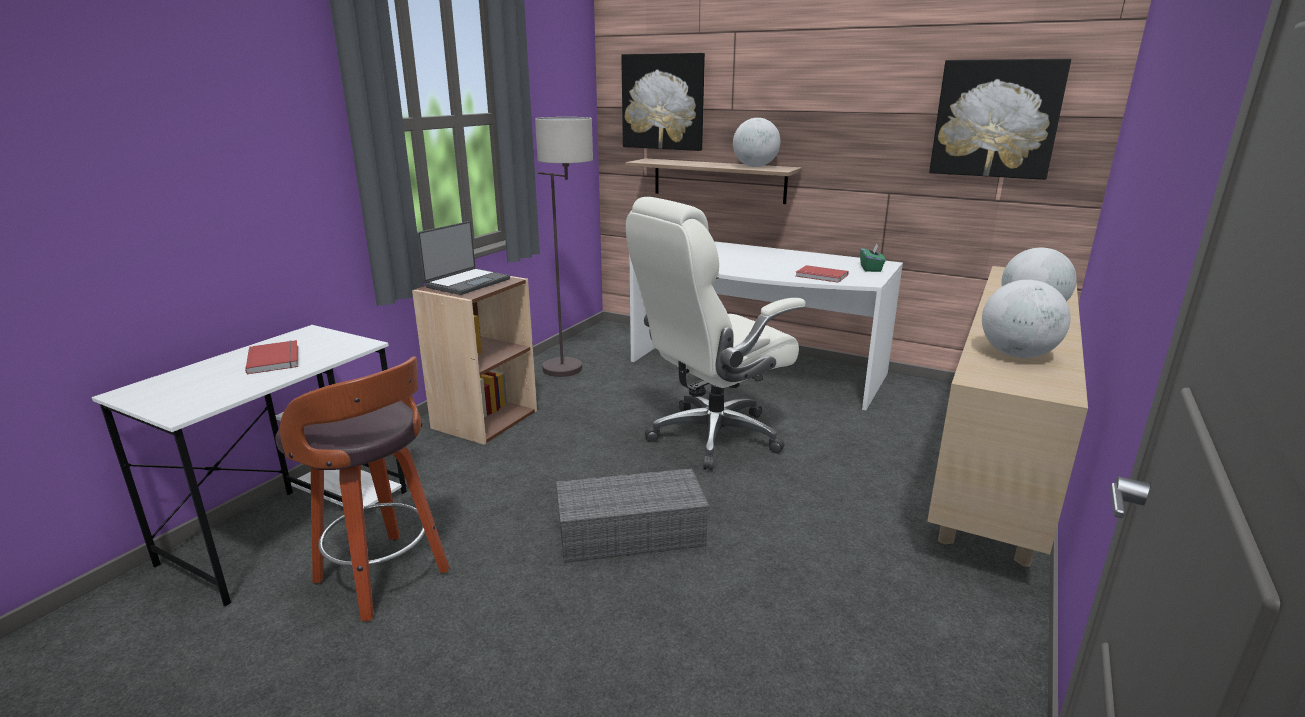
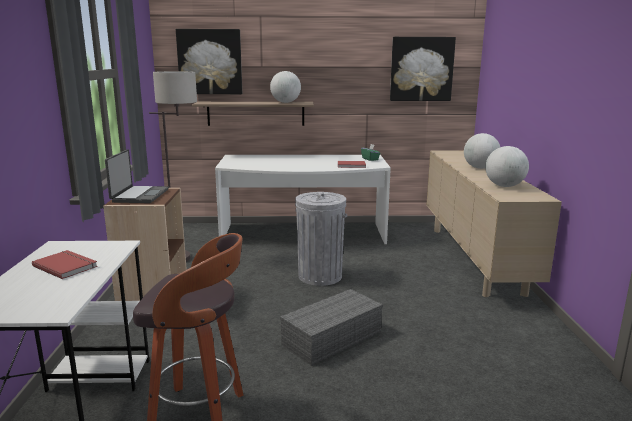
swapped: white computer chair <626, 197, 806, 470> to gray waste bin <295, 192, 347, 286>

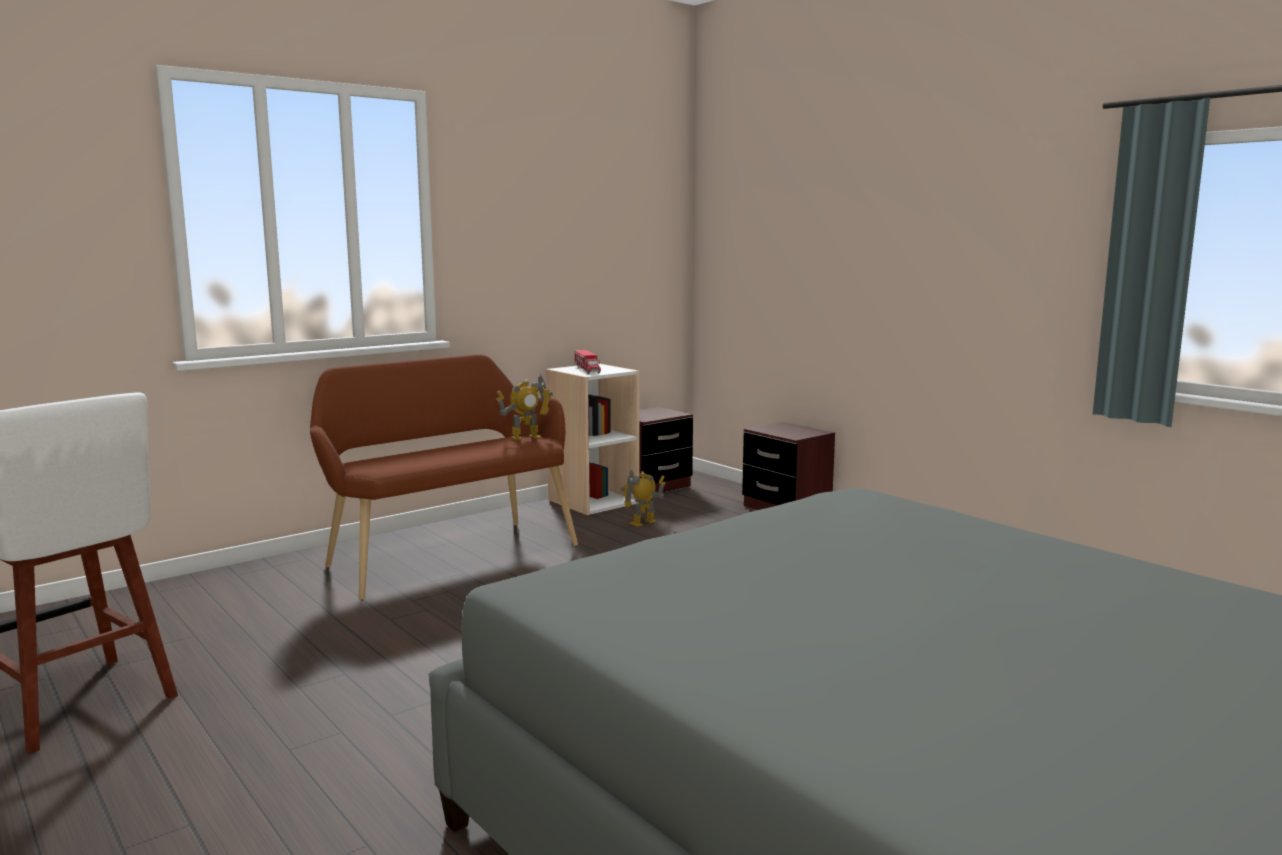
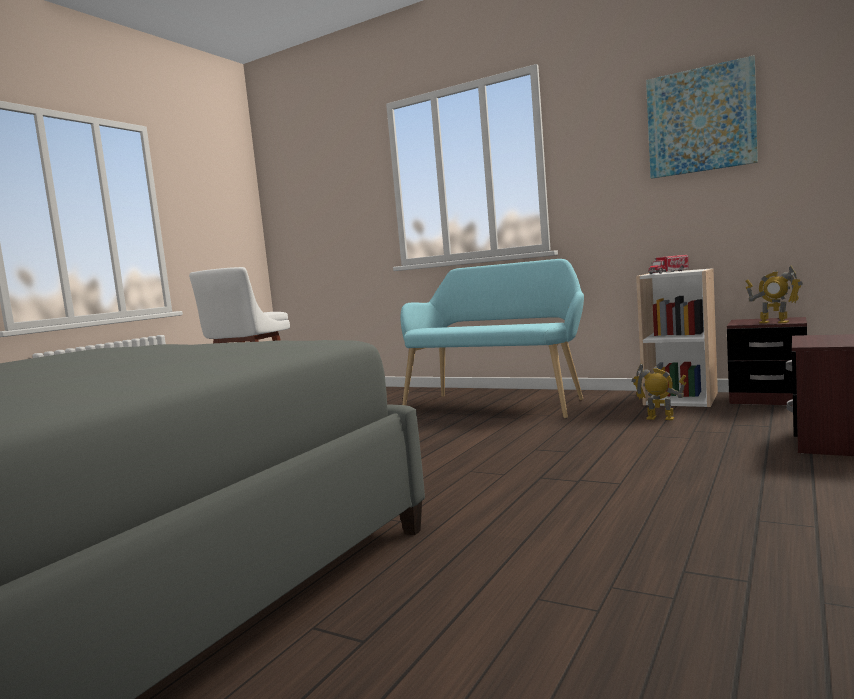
new: wall art <646, 55, 758, 179>
shifted: robot figure <496, 374, 553, 440> to <745, 266, 803, 323>
repainted: brown bench <310, 354, 578, 600> to turquoise-coloured bench <401, 259, 584, 419>

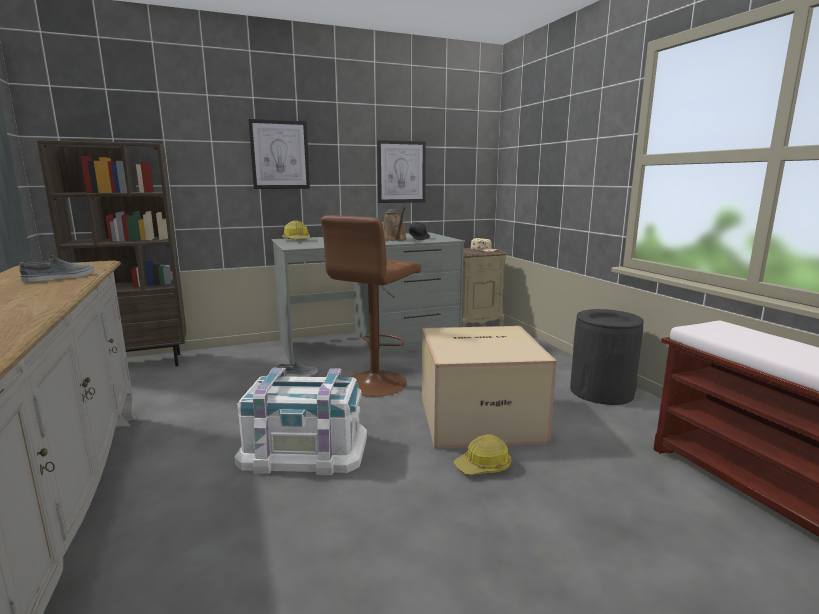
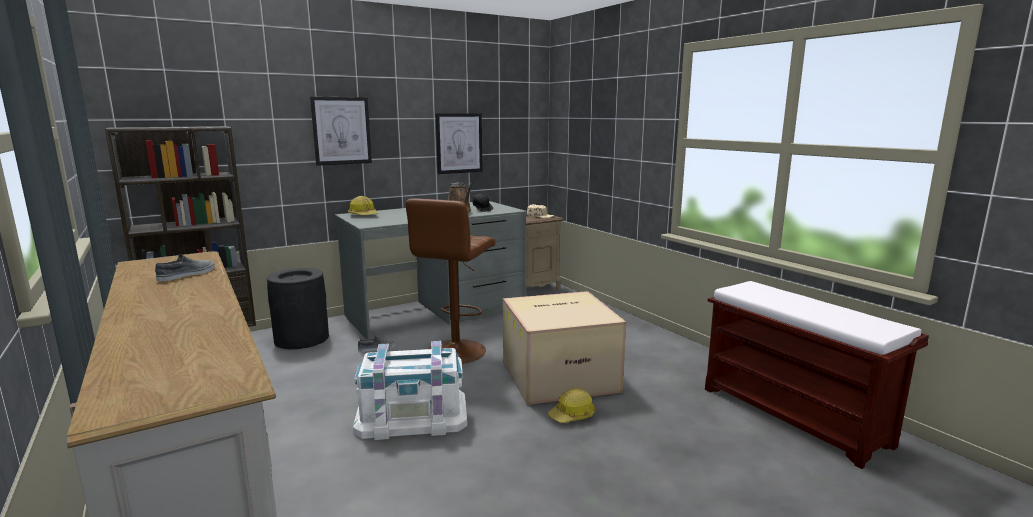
shifted: black waste bin <570, 309, 644, 405> to <267, 268, 329, 349>

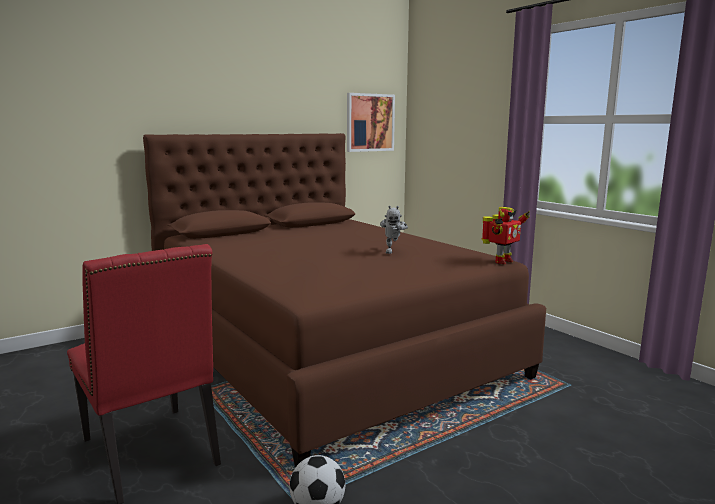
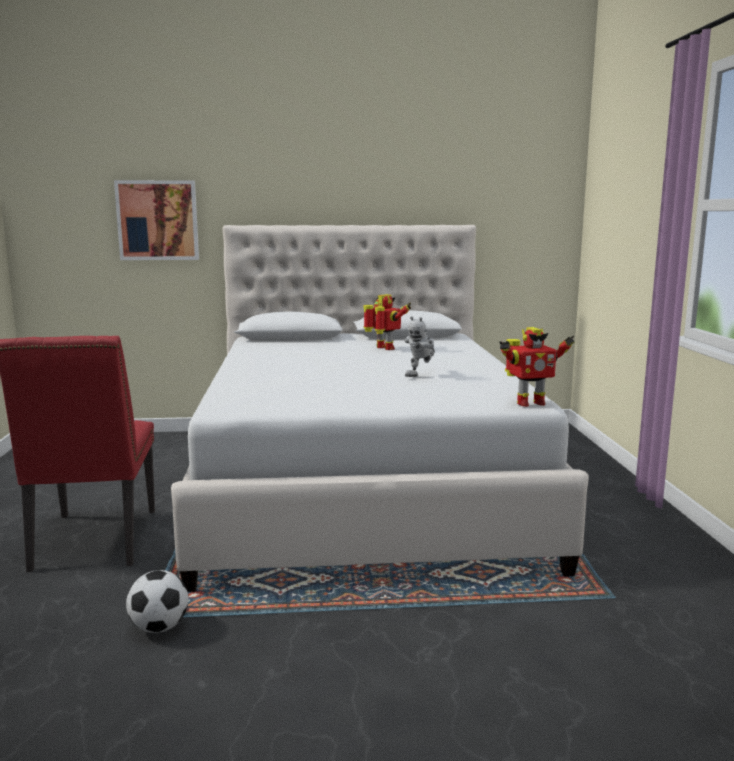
new: robot figure <363, 294, 411, 350>
shifted: wall art <347, 93, 395, 152> to <114, 180, 199, 260>
repainted: brown bed <143, 133, 546, 467> to white bed <171, 225, 589, 592>

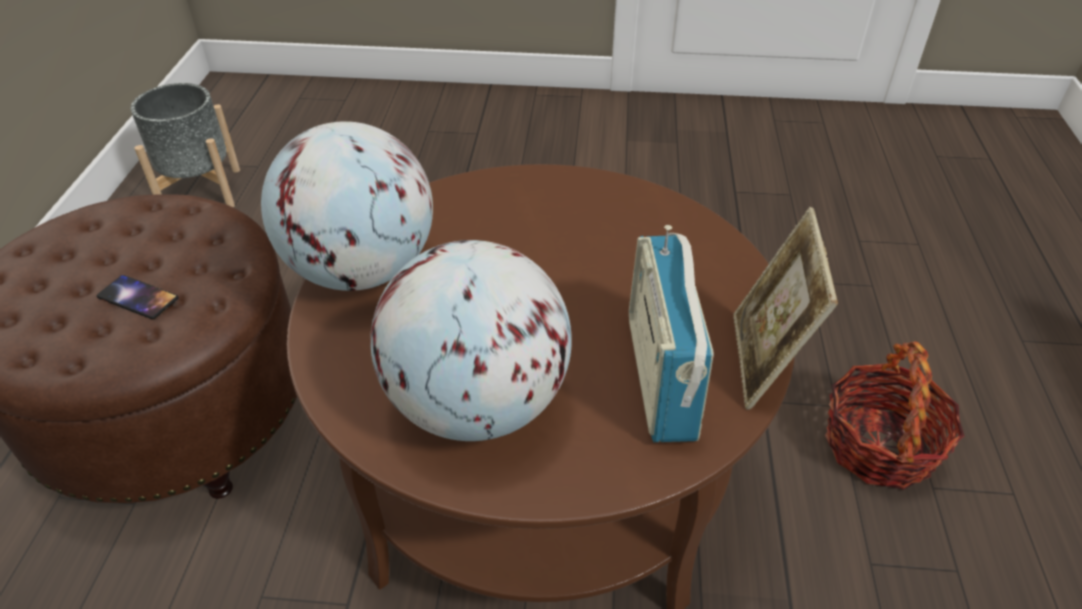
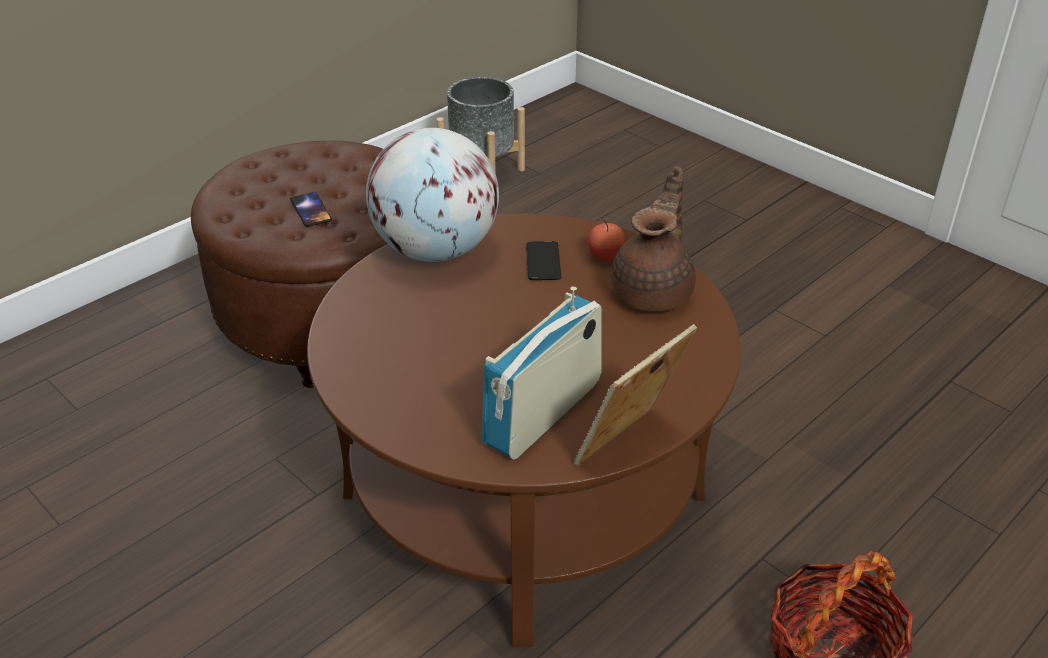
gone: world globe <370, 240, 572, 441>
new: telephone <526, 241, 561, 280>; whole apple <588, 220, 626, 261>; brown tea pot <611, 166, 696, 311>

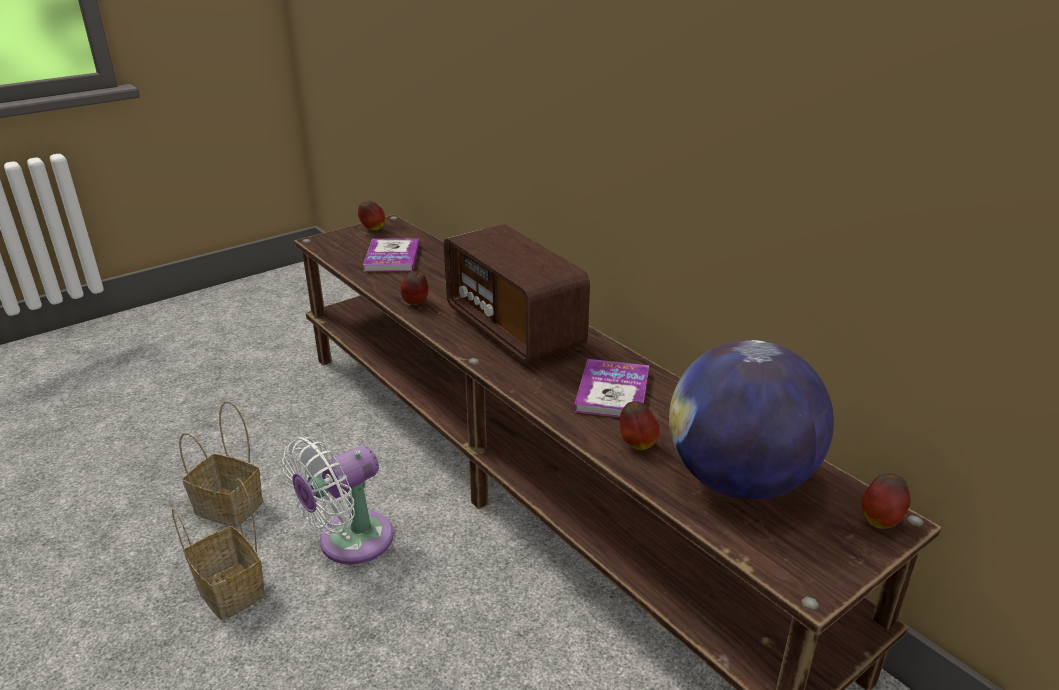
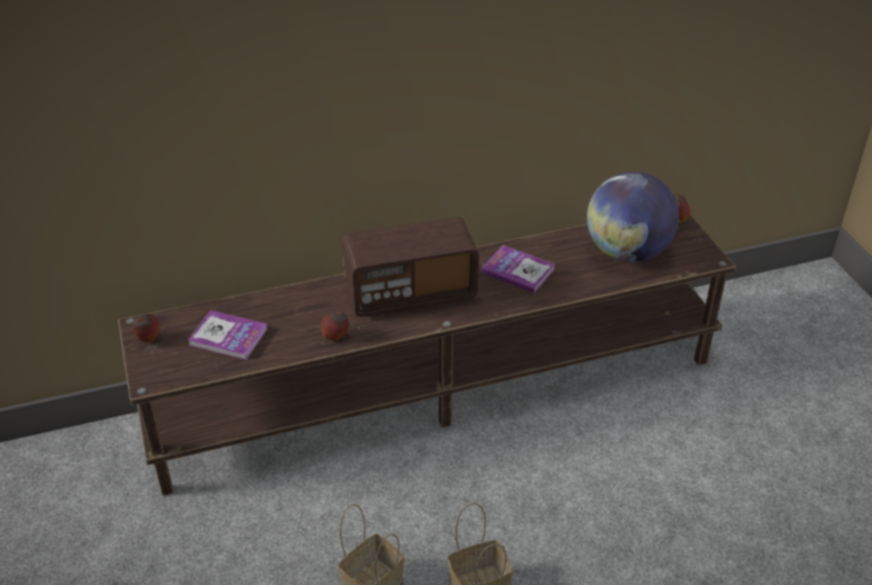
gone: white electric fan <282, 437, 394, 565>; whole apple <620, 401, 659, 450>

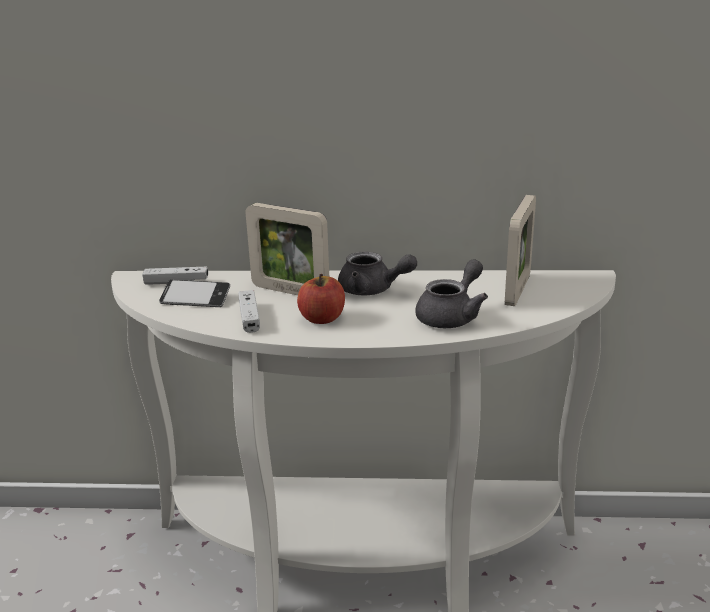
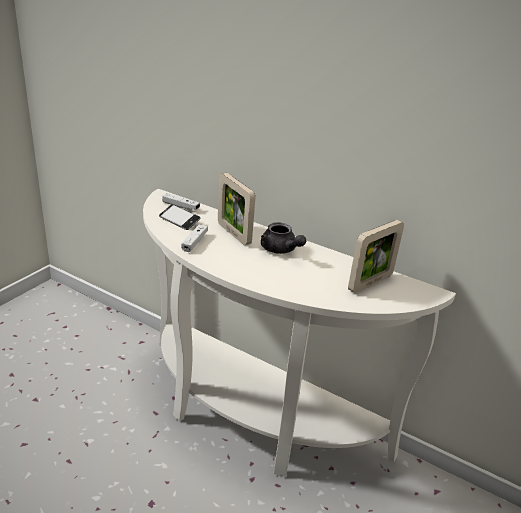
gone: whole apple <297, 274, 345, 324>; gray tea pot <415, 260, 488, 328>

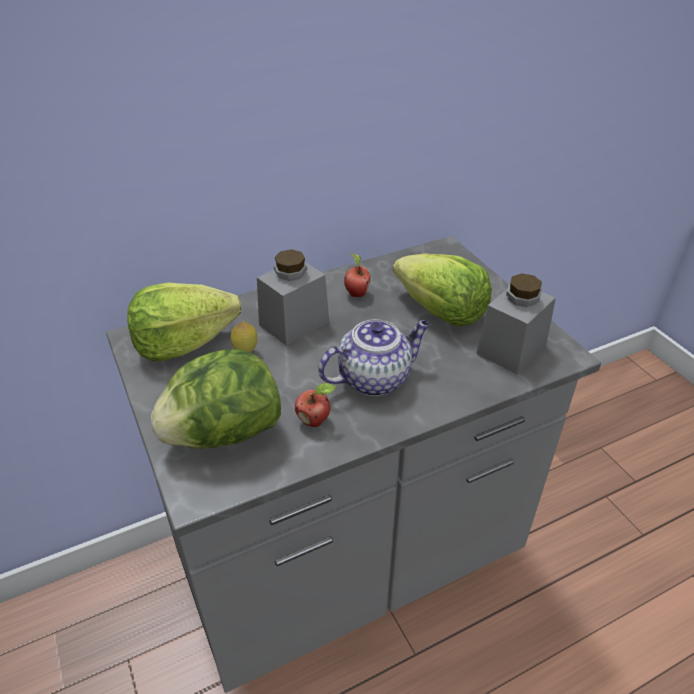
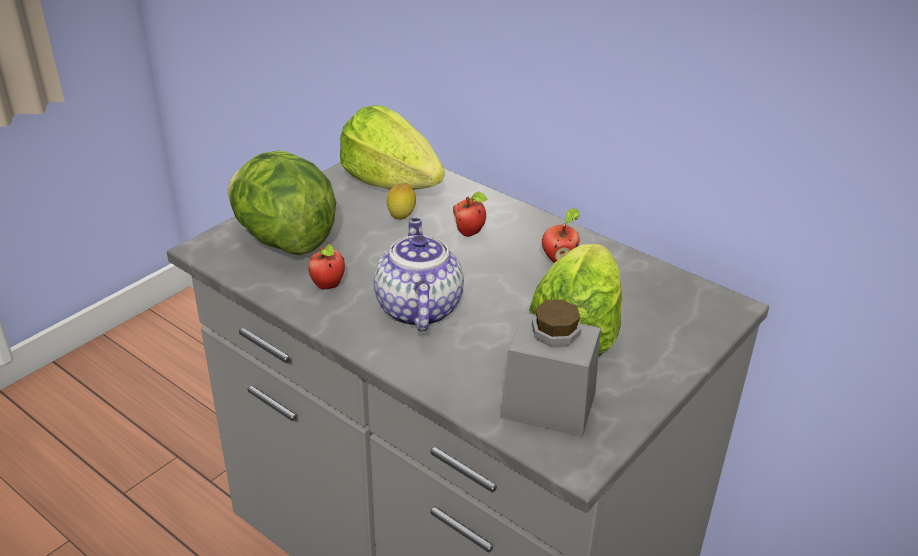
swapped: gray storage jar <257, 249, 329, 346> to whole apple <453, 192, 488, 237>
rotated: tea pot <318, 319, 430, 396> = <374, 218, 464, 331> 135 degrees counterclockwise

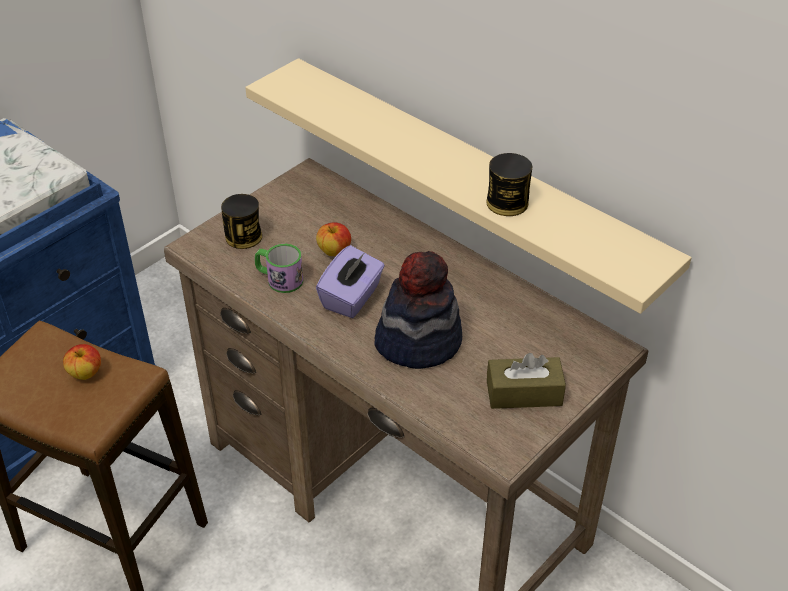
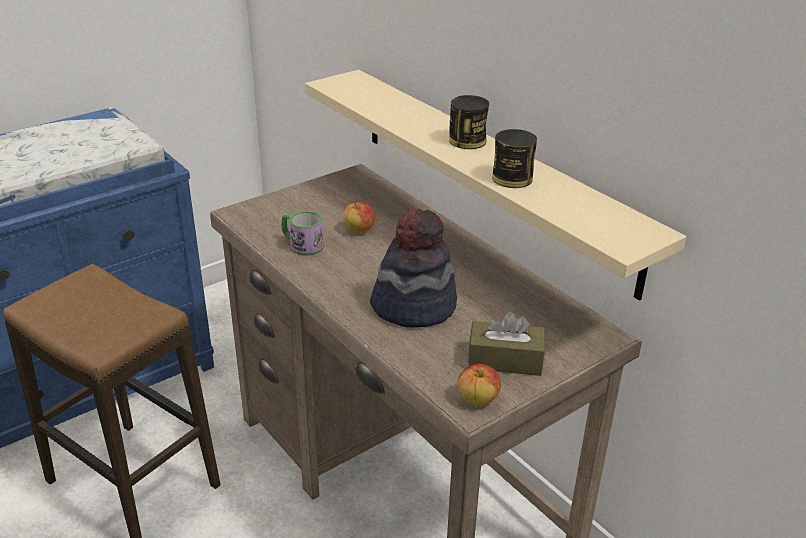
gone: purple-coloured tissue box <316, 245, 385, 318>
shifted: can <221, 194, 262, 249> to <449, 95, 489, 149>; whole apple <63, 344, 101, 380> to <458, 364, 501, 406>

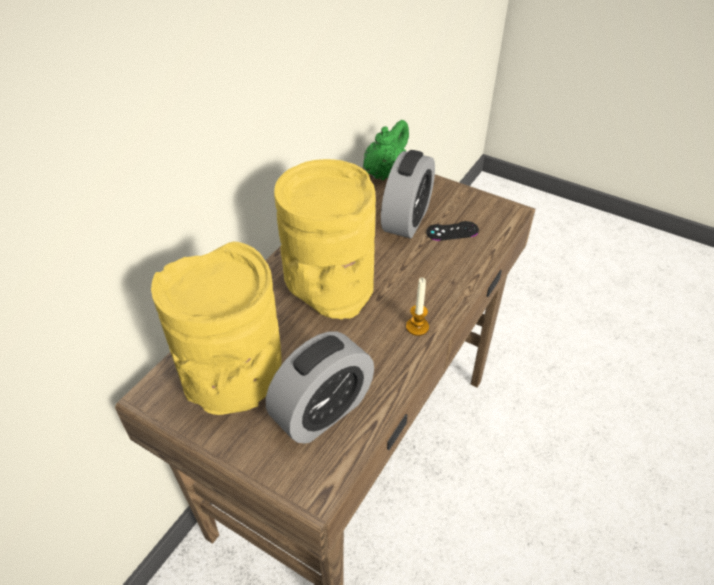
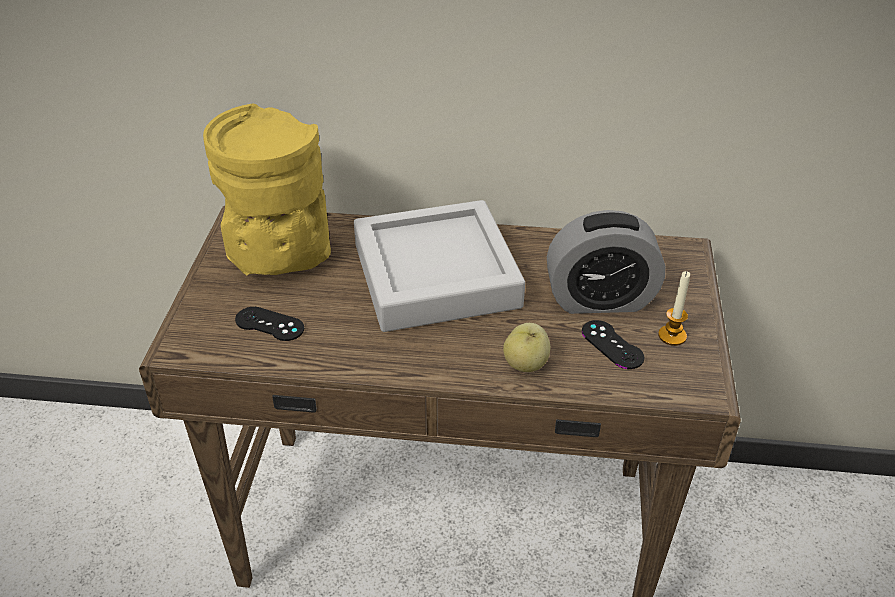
gone: greenish tea pot <363, 120, 409, 180>
new: whole apple <503, 323, 551, 372>
shifted: wax light <406, 278, 429, 336> to <658, 271, 690, 346>
swapped: alarm clock <266, 331, 374, 444> to black gamepad <235, 307, 304, 341>; yellow decorative vase <274, 159, 376, 320> to gray serving tray <354, 200, 525, 332>

